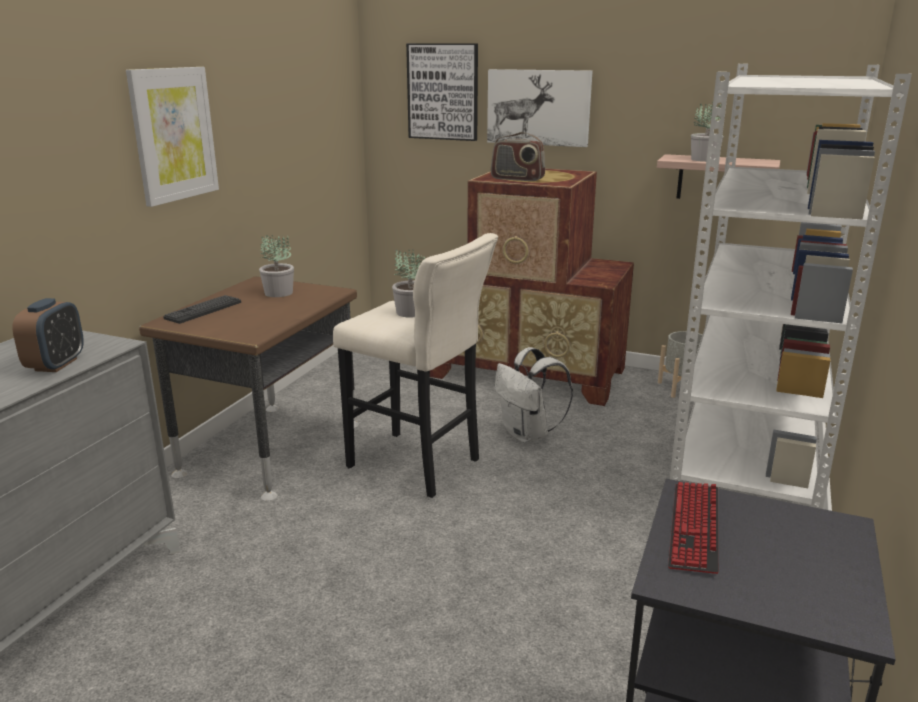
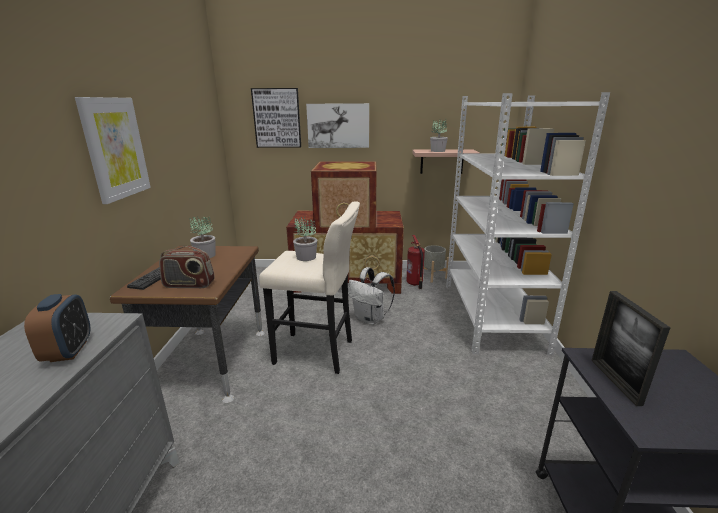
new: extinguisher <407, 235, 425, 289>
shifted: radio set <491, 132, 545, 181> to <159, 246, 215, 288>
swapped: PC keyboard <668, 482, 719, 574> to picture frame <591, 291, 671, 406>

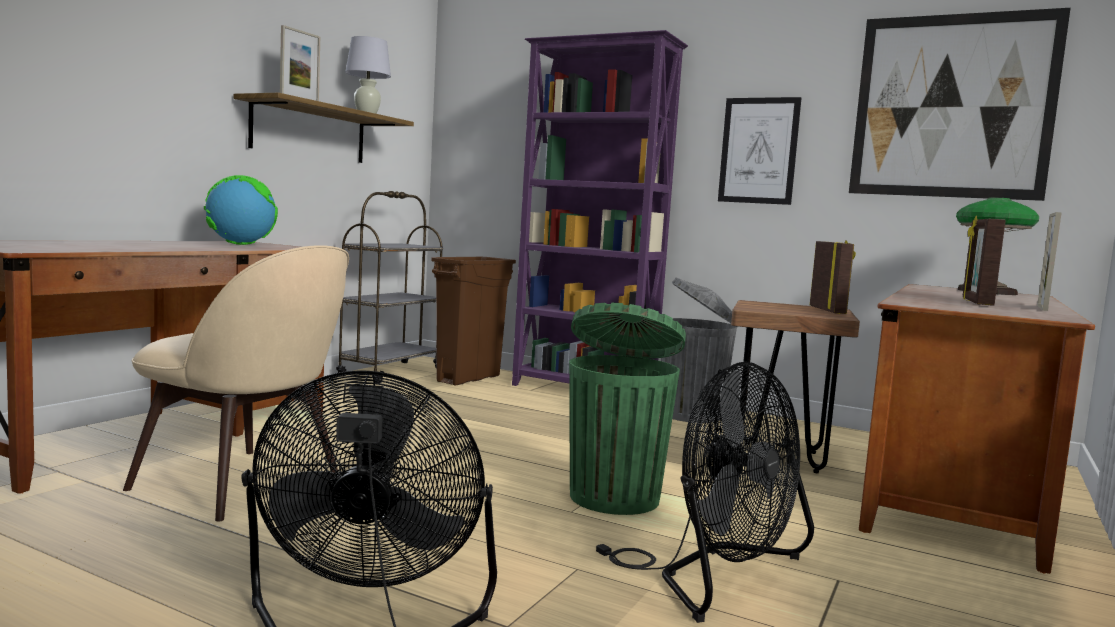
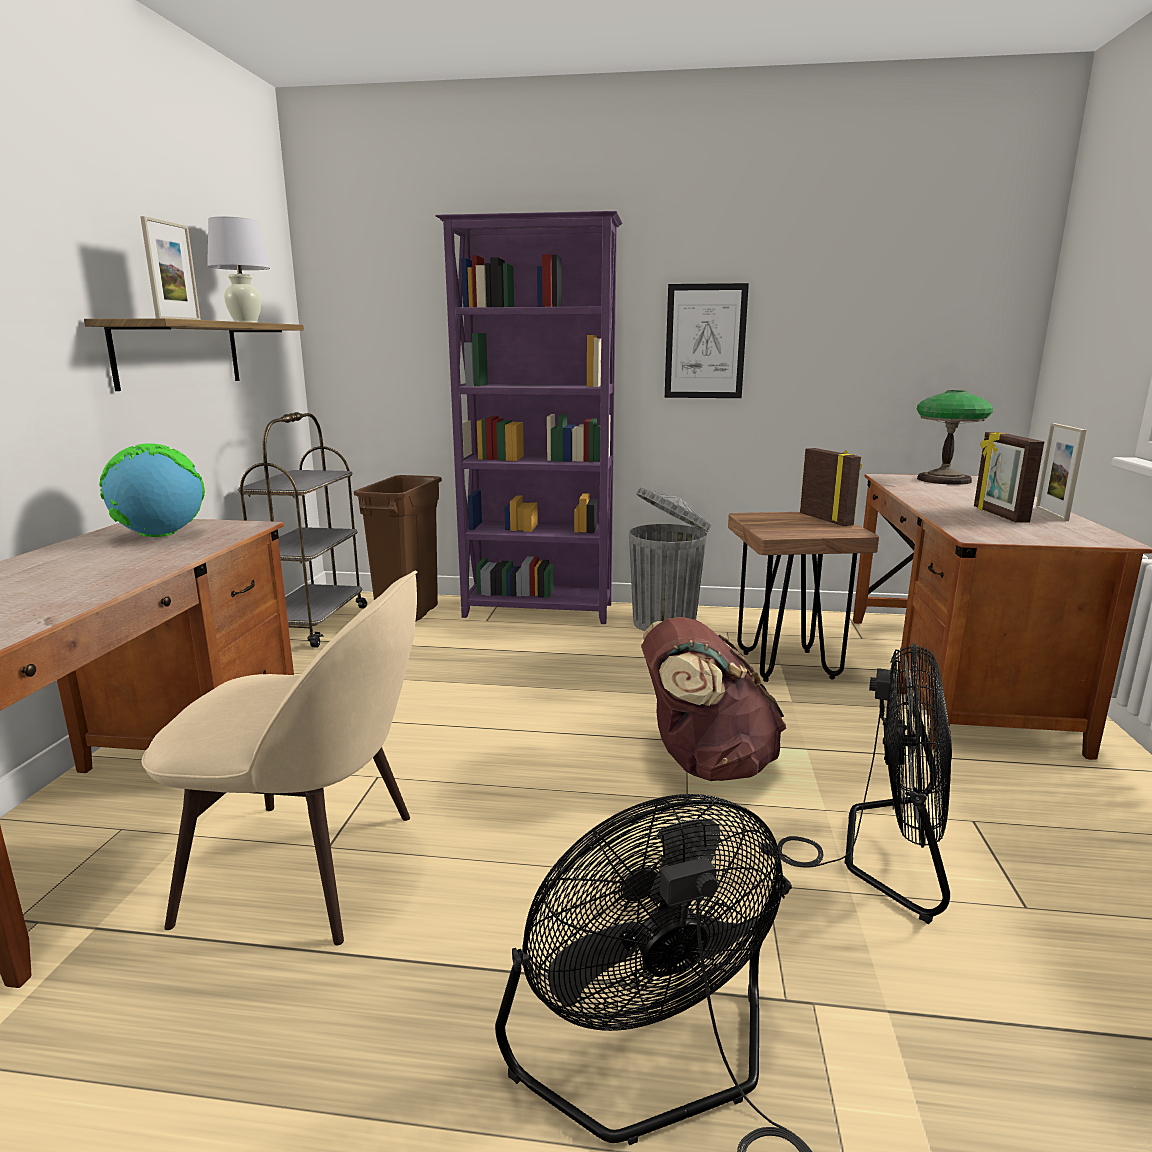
gone: wall art <849, 8, 1070, 201>
swapped: greenish waste bin <569, 302, 686, 515> to brown rucksack <641, 617, 787, 781>

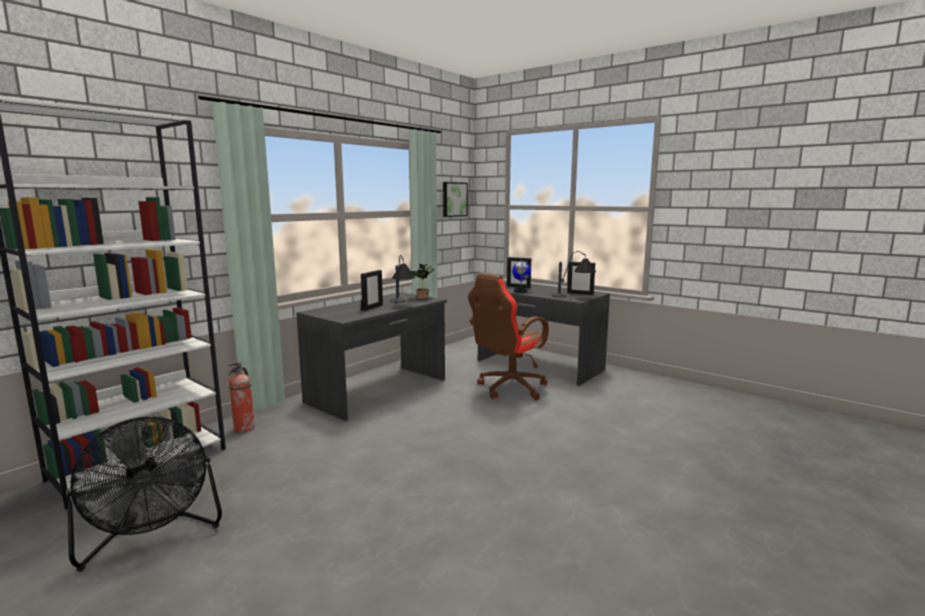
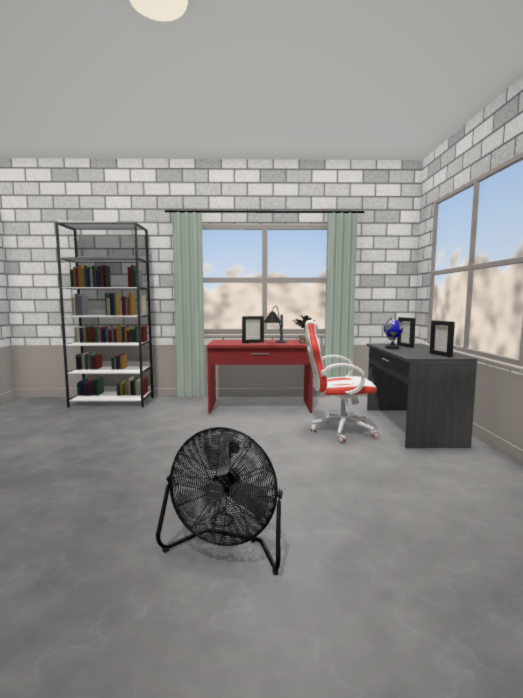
gone: extinguisher <228, 363, 255, 433>; wall art <443, 182, 468, 217>; lamp for a table <552, 251, 596, 297>
shifted: black electric fan <66, 417, 222, 572> to <156, 427, 282, 575>
repainted: gray desk unit <296, 292, 447, 421> to red desk unit <207, 340, 313, 414>; brown computer chair <468, 273, 549, 400> to white computer chair <305, 320, 379, 443>

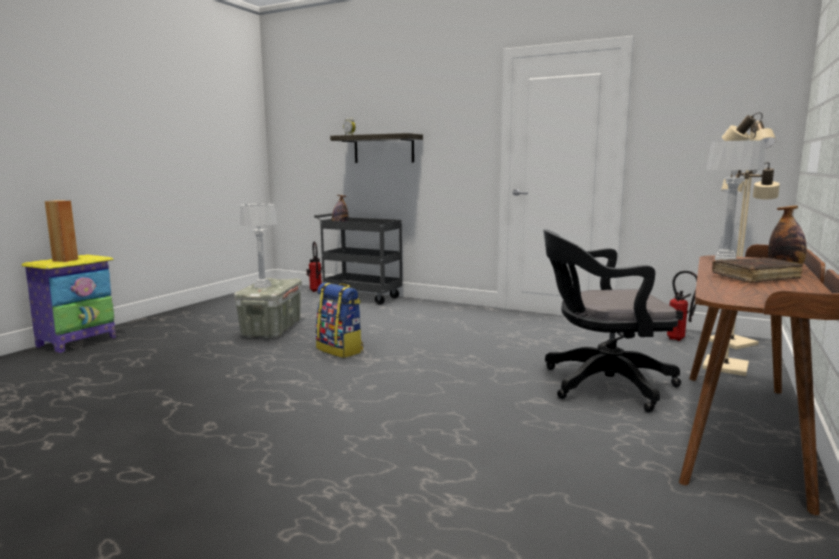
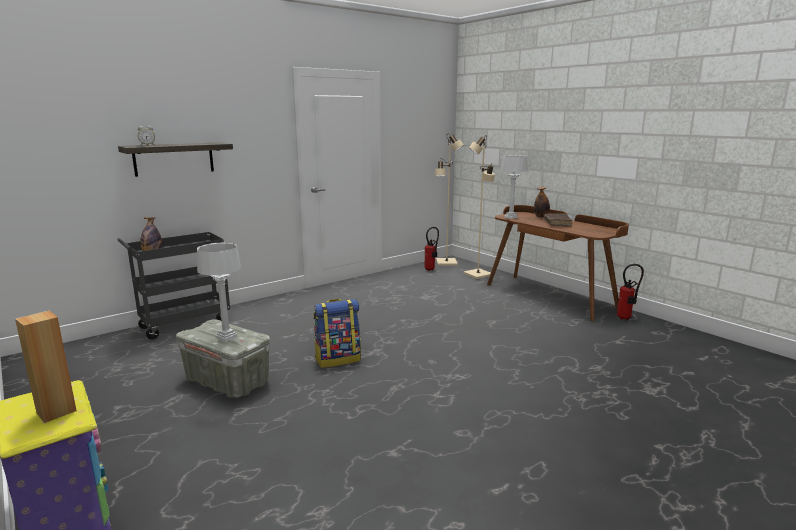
gone: black computer chair <543, 230, 681, 412>
shifted: extinguisher <307, 241, 322, 292> to <617, 264, 644, 320>

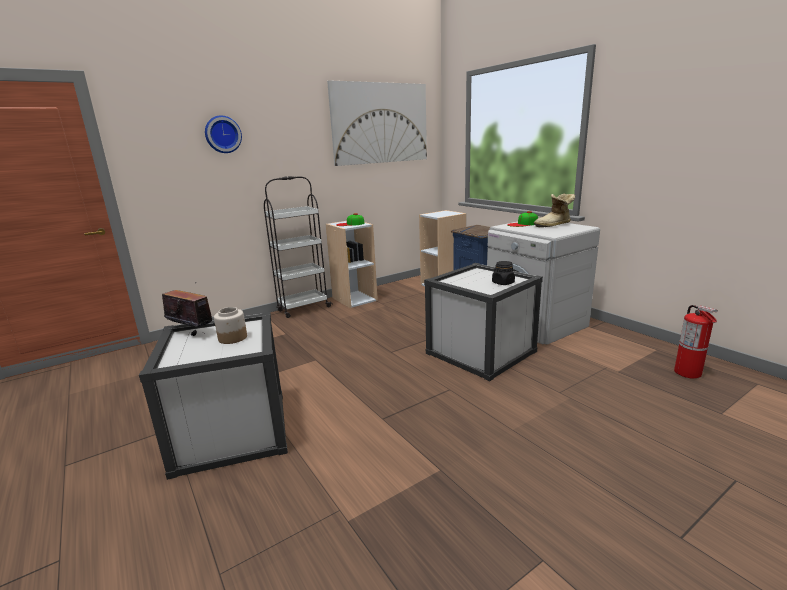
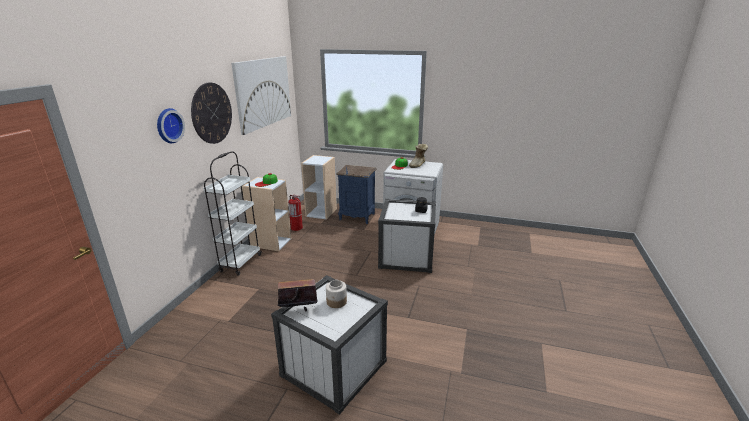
new: wall clock <191, 83, 232, 144>
shifted: extinguisher <674, 305, 718, 379> to <288, 195, 303, 231>

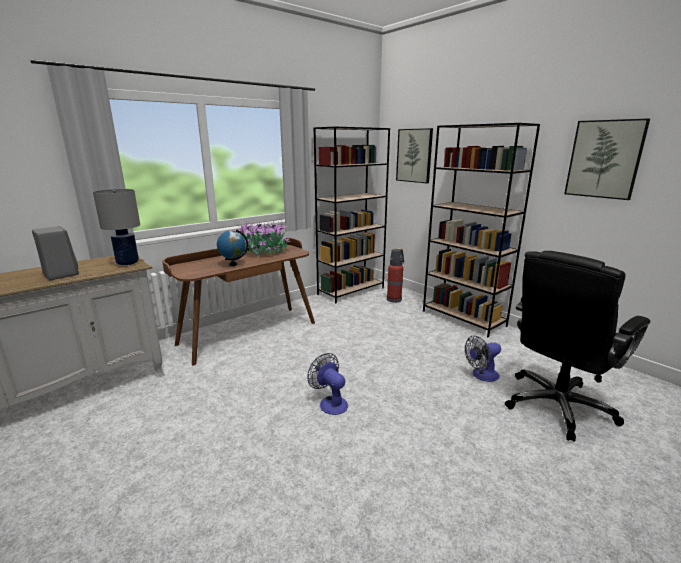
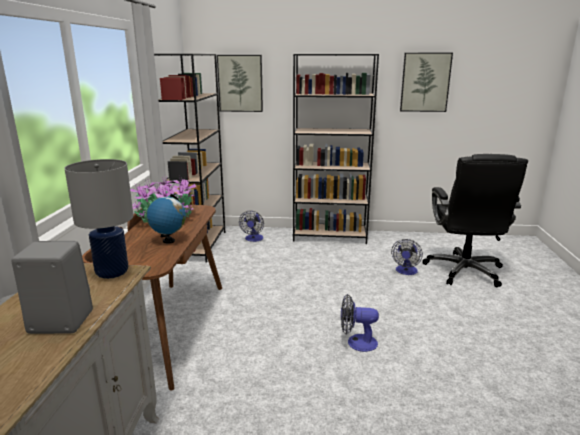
swapped: extinguisher <387, 248, 404, 303> to electric fan <239, 211, 264, 242>

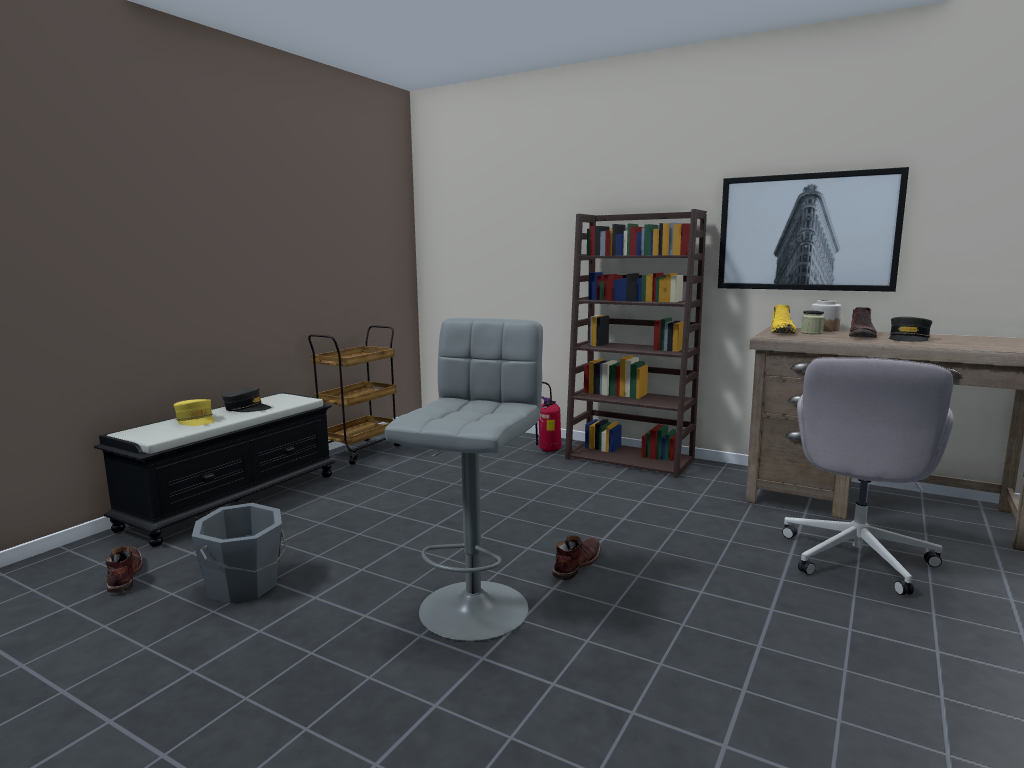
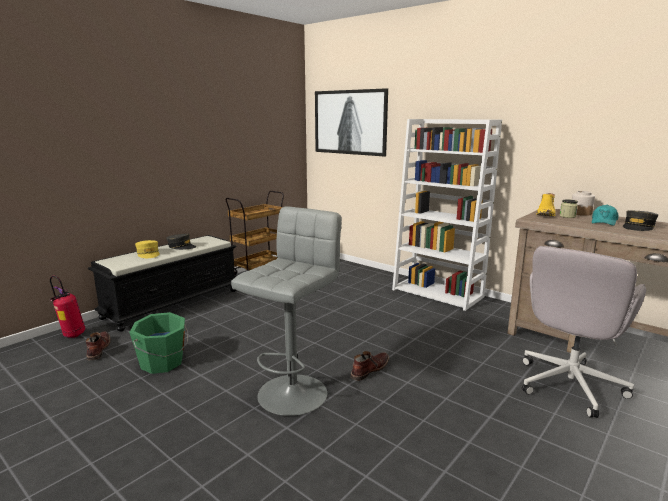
shifted: extinguisher <535, 382, 562, 452> to <50, 276, 85, 338>; wall art <718, 167, 909, 292> to <315, 88, 388, 156>
swapped: brown high-top boot <849, 307, 877, 338> to turquoise-coloured baseball cap <592, 205, 618, 226>
repainted: gray water bucket <192, 503, 286, 603> to greenish water bucket <129, 312, 188, 374>; brown bookshelf <565, 209, 707, 478> to white bookshelf <392, 119, 502, 311>

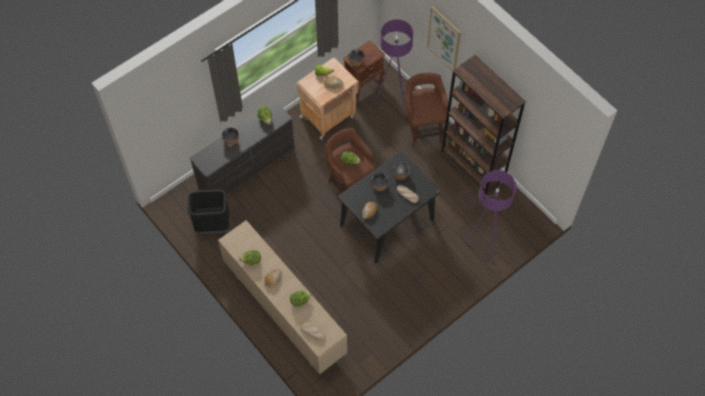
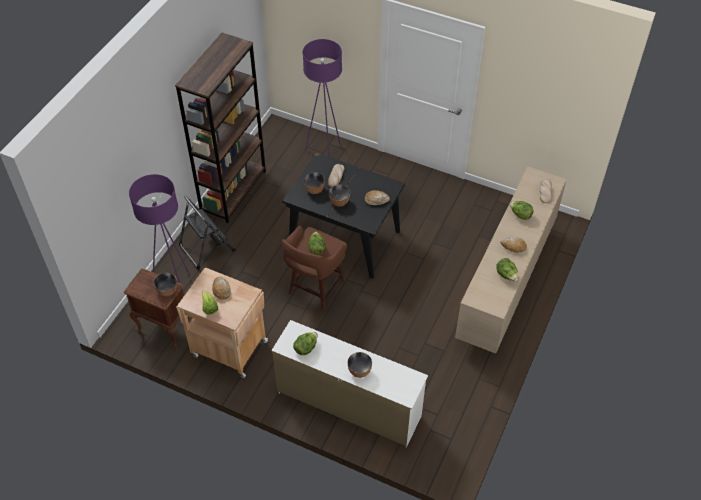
gone: black waste bin <188, 190, 230, 234>; wall art <427, 6, 461, 71>
swapped: brown stool <405, 72, 448, 147> to black stepladder <179, 196, 236, 270>
repainted: black drawer chest <189, 100, 295, 194> to white drawer chest <271, 320, 428, 448>

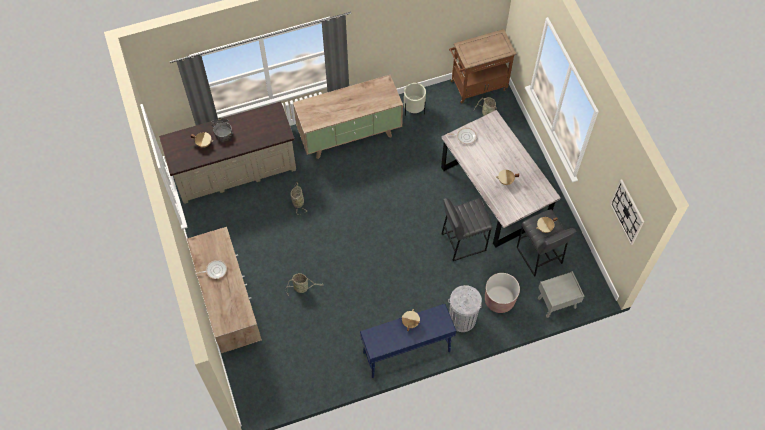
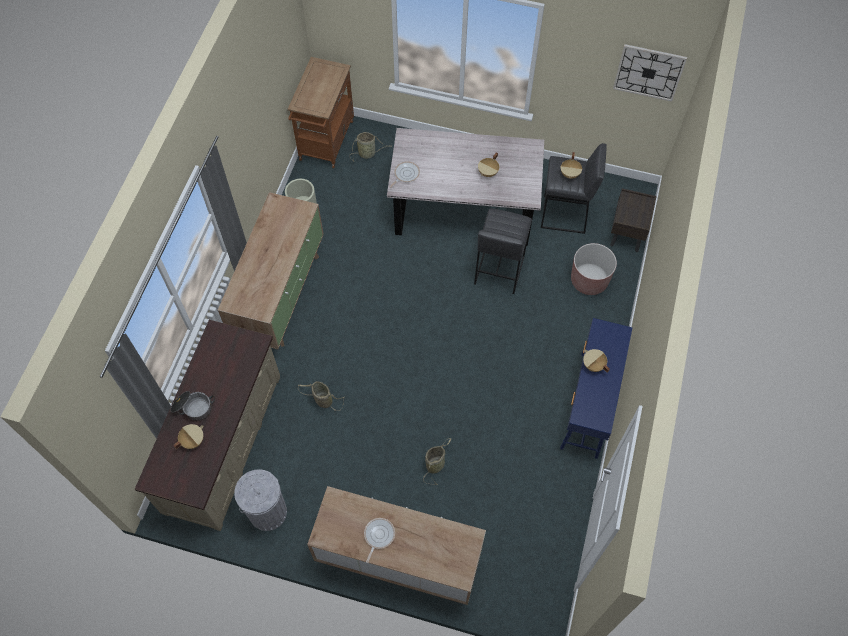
shifted: gray waste bin <448, 285, 482, 332> to <234, 469, 287, 531>
repainted: gray bedside table <538, 271, 584, 318> to brown bedside table <610, 188, 657, 252>

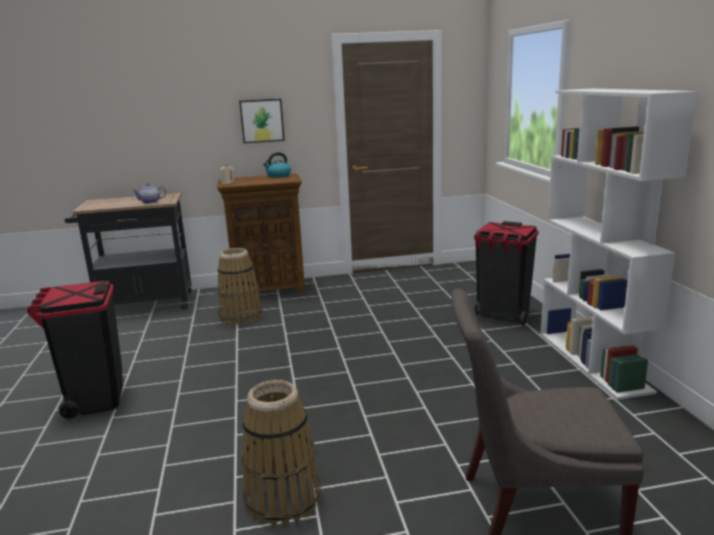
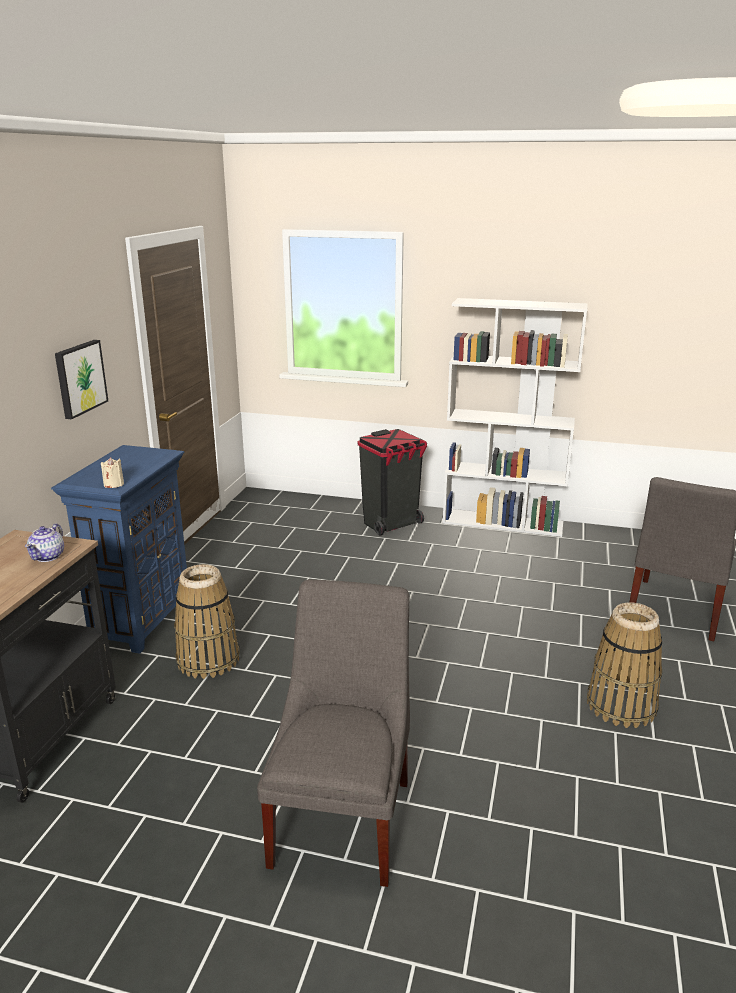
gone: water kettle <263, 152, 291, 178>
swapped: black waste bin <27, 280, 123, 419> to gray plain chair <257, 579, 410, 887>
repainted: brown cupboard <217, 173, 305, 293> to blue cupboard <51, 445, 187, 654>

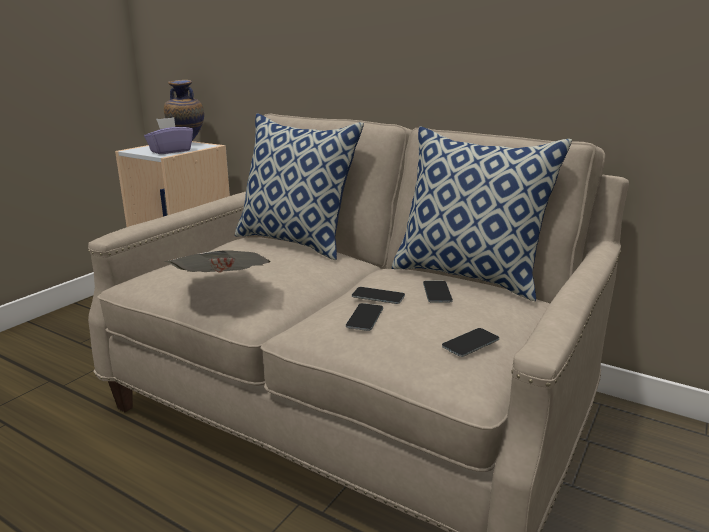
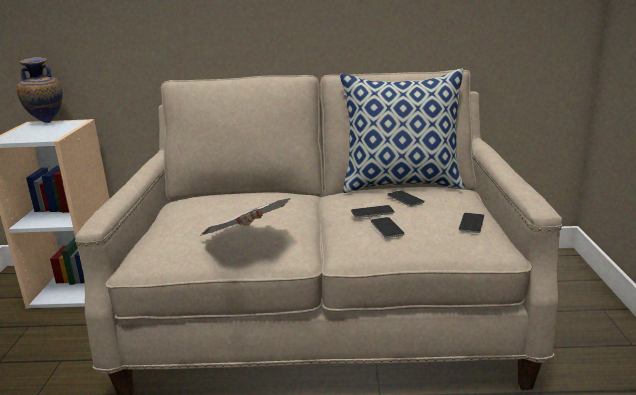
gone: purple-coloured tissue box <144, 117, 193, 154>; pillow <235, 113, 364, 260>

